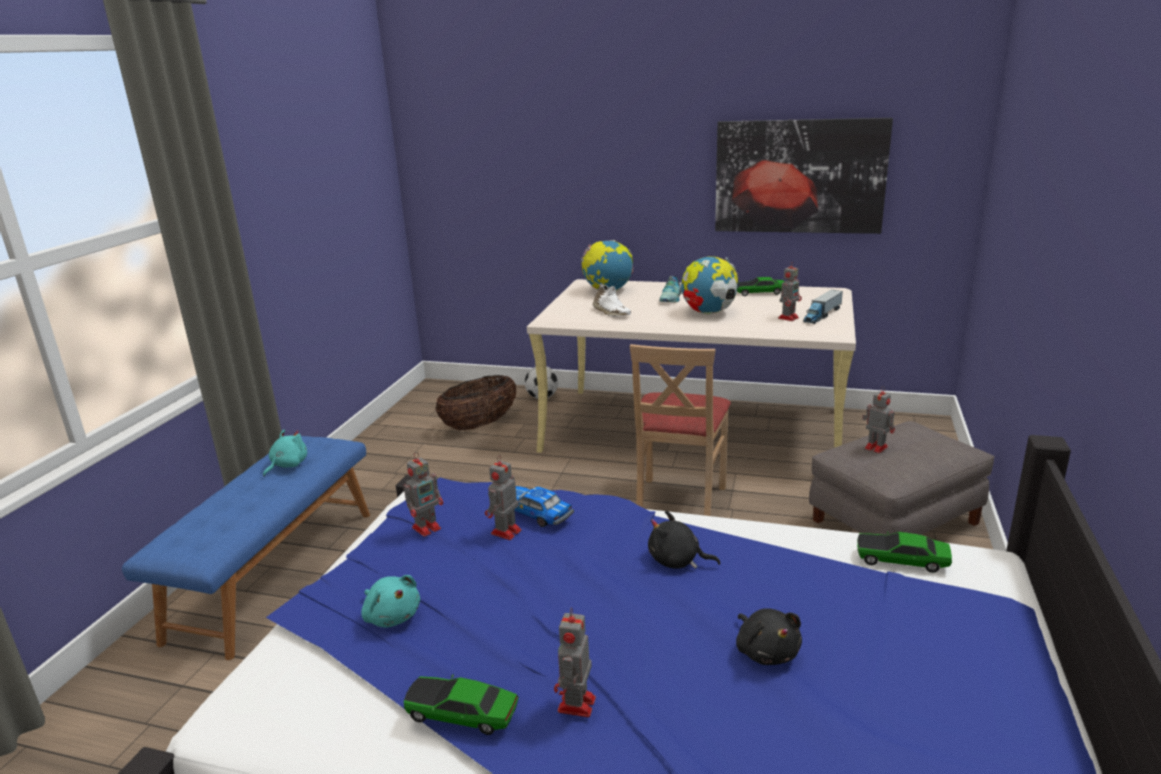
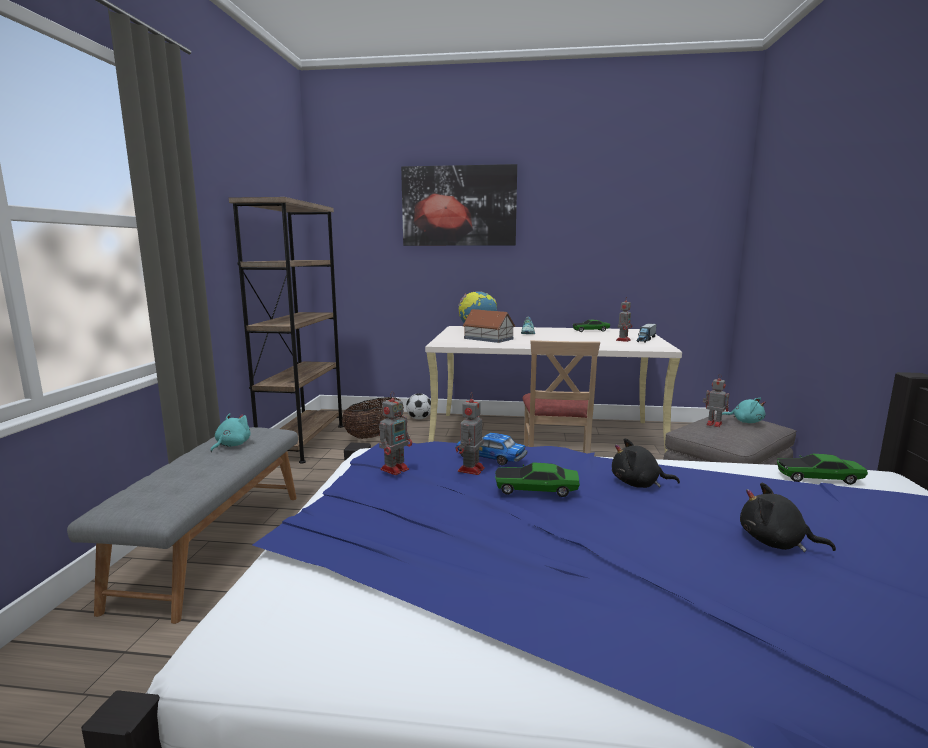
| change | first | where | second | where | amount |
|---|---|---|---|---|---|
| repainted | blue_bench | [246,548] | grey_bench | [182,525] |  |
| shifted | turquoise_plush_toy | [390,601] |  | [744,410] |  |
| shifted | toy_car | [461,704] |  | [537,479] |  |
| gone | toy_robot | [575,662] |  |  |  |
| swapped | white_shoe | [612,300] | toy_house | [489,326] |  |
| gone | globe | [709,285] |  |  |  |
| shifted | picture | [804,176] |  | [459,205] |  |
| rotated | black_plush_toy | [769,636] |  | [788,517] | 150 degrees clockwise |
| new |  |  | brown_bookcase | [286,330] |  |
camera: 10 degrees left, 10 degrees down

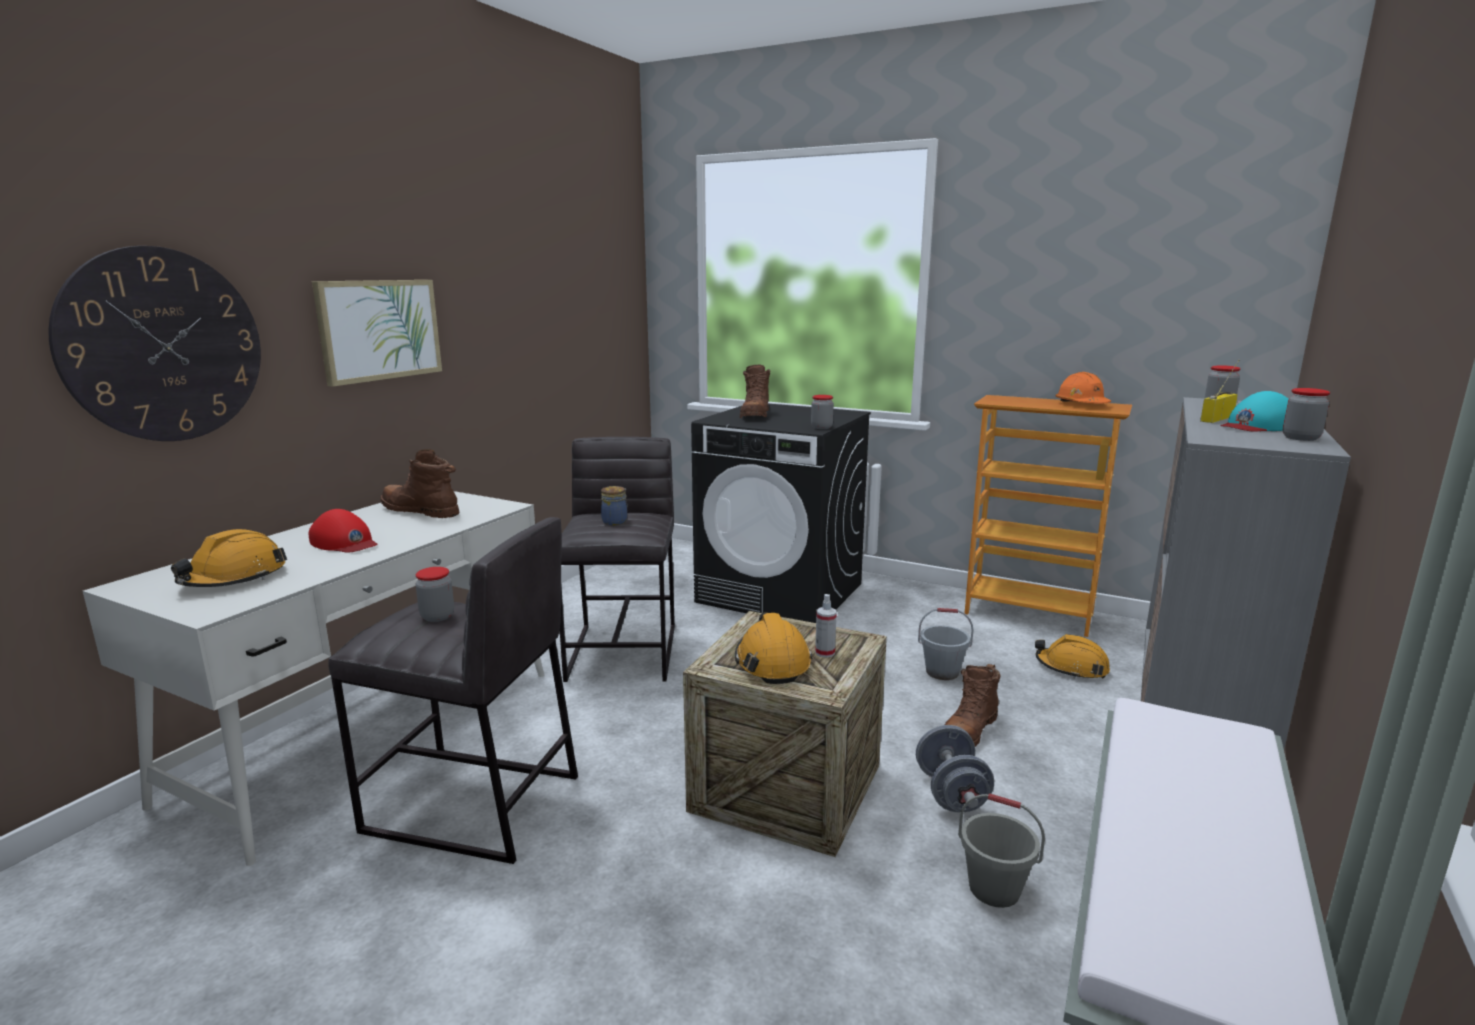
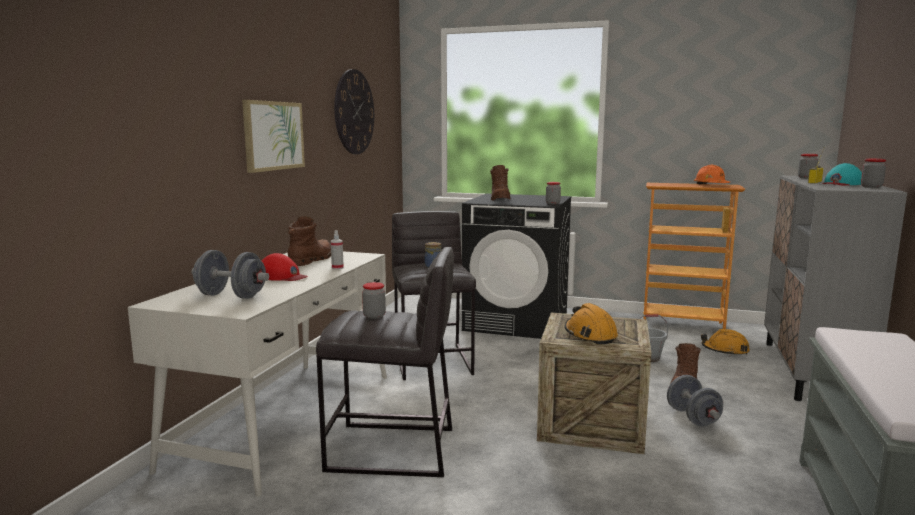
| change | first | where | second | where | amount |
|---|---|---|---|---|---|
| shifted | wall_clock | [155,343] |  | [354,111] |  |
| swapped | orange_hard_hat | [229,558] | grey_dumbbell | [230,274] |  |
| rotated | brown_boot | [419,483] |  | [309,241] | 90 degrees clockwise |
| shifted | spray_bottle | [826,626] |  | [337,249] |  |
| gone | grey_bucket | [1001,850] |  |  |  |
camera: 10 degrees left, 5 degrees down

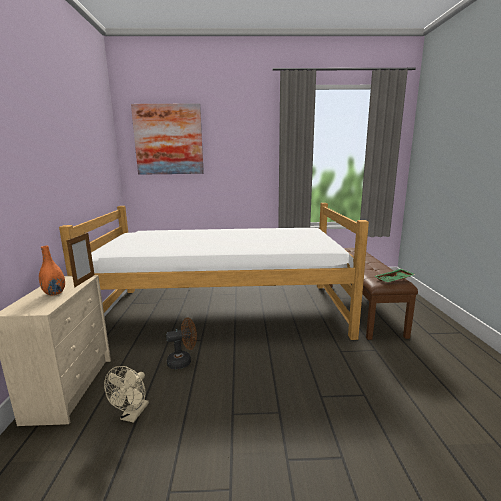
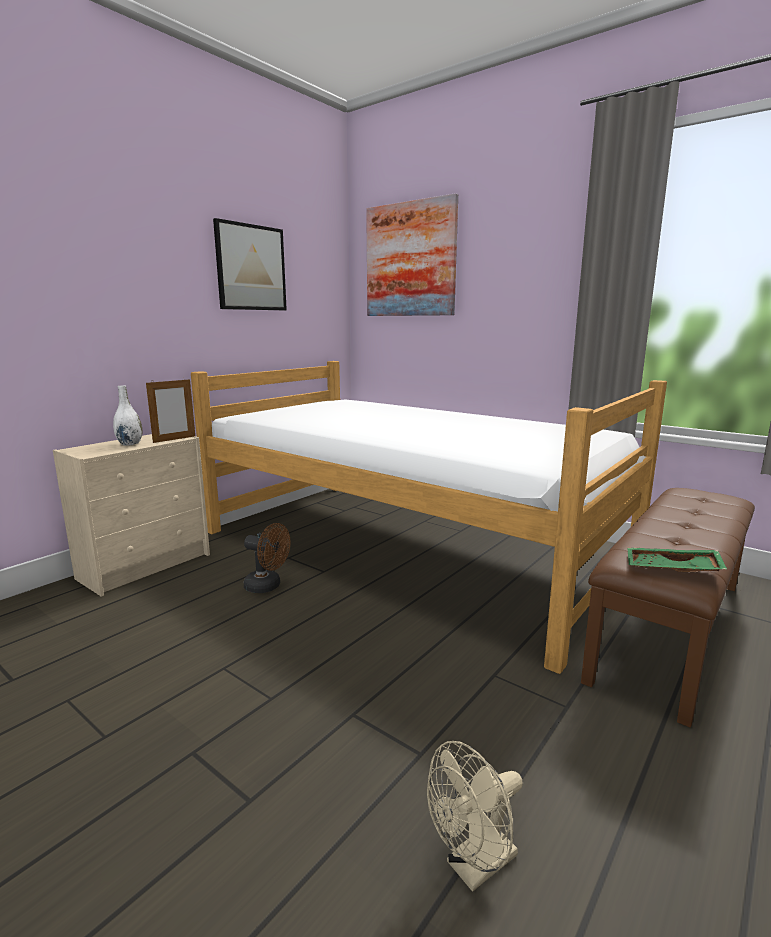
| change | first | where | second | where | amount |
|---|---|---|---|---|---|
| repainted | orange_vase | [52,270] | white_vase | [127,415] |  |
| shifted | beige_fan | [126,394] |  | [475,816] |  |
| new |  |  | picture | [250,264] |  |
camera: 40 degrees right, 0 degrees up

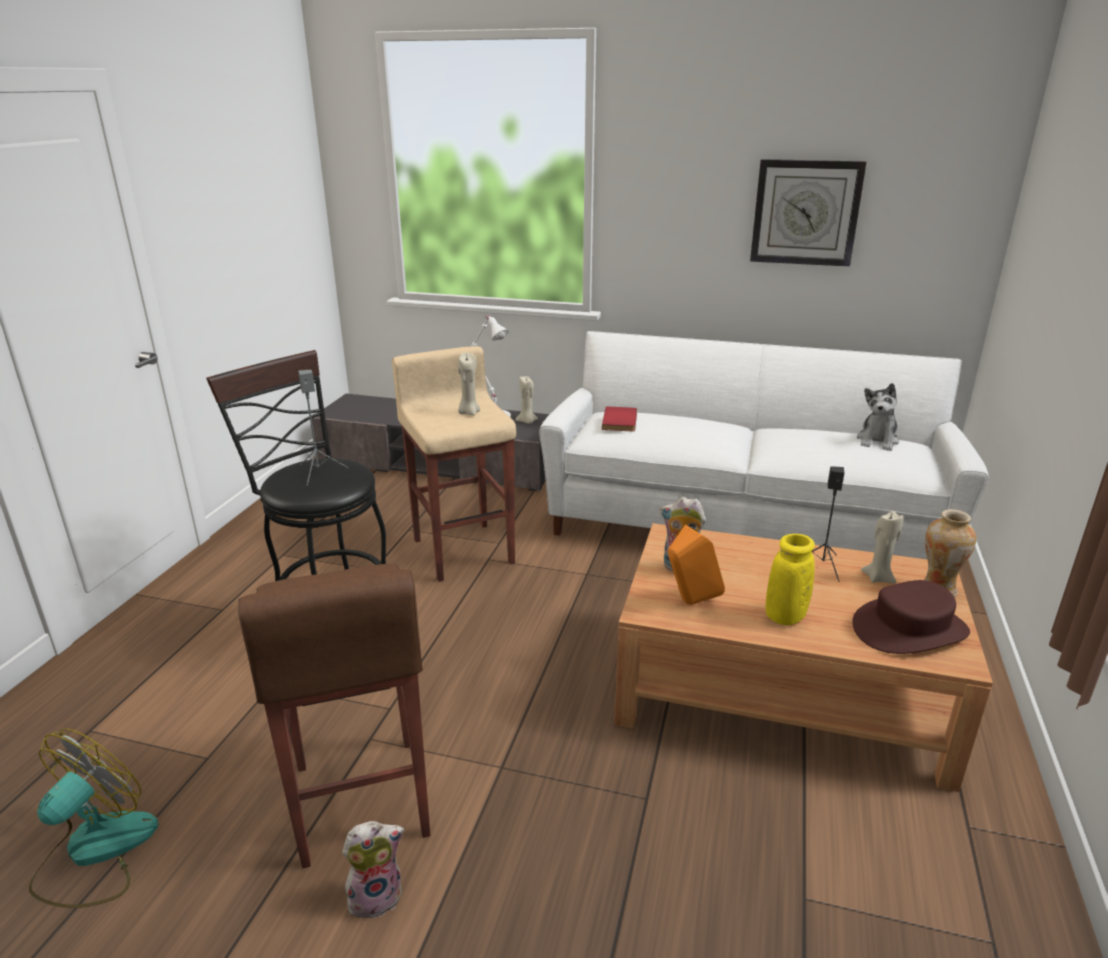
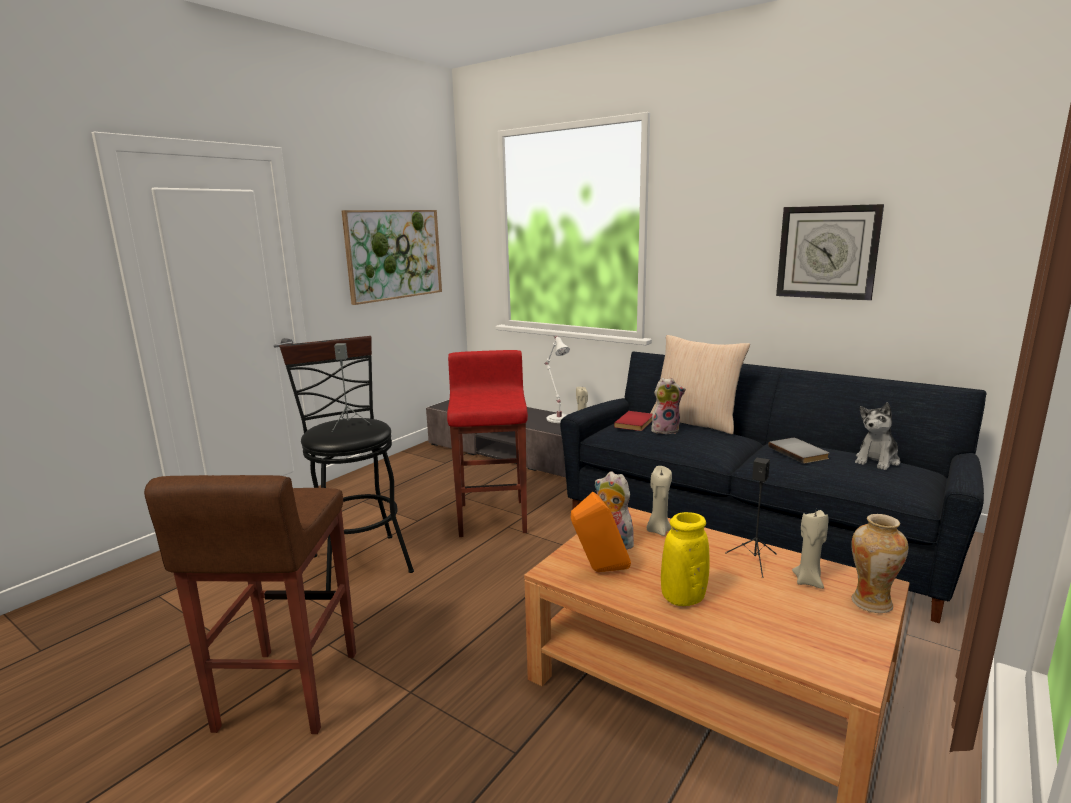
| change | first | where | second | where | amount |
|---|---|---|---|---|---|
| gone | fan | [93,818] |  |  |  |
| shifted | plush_toy | [373,871] |  | [668,406] |  |
| repainted | beige_stool | [454,464] | red_stool | [487,443] |  |
| shifted | beige_candle | [469,384] |  | [659,501] |  |
| repainted | white_sofa | [763,445] | black_sofa | [773,487] |  |
| gone | brown_hat | [911,617] |  |  |  |
| new |  |  | picture | [391,257] |  |
| new |  |  | beige_pillow | [700,384] |  |
| new |  |  | grey_book | [798,451] |  |
camera: 20 degrees right, 10 degrees down

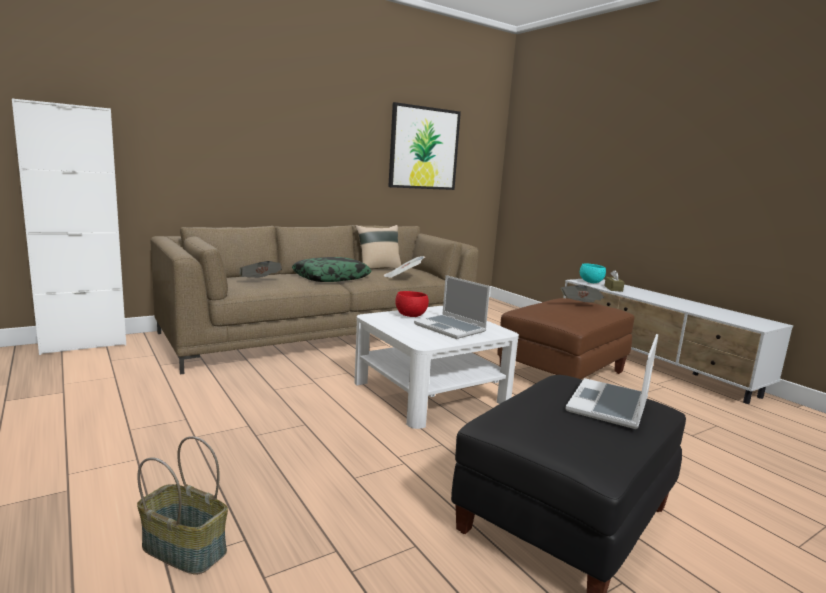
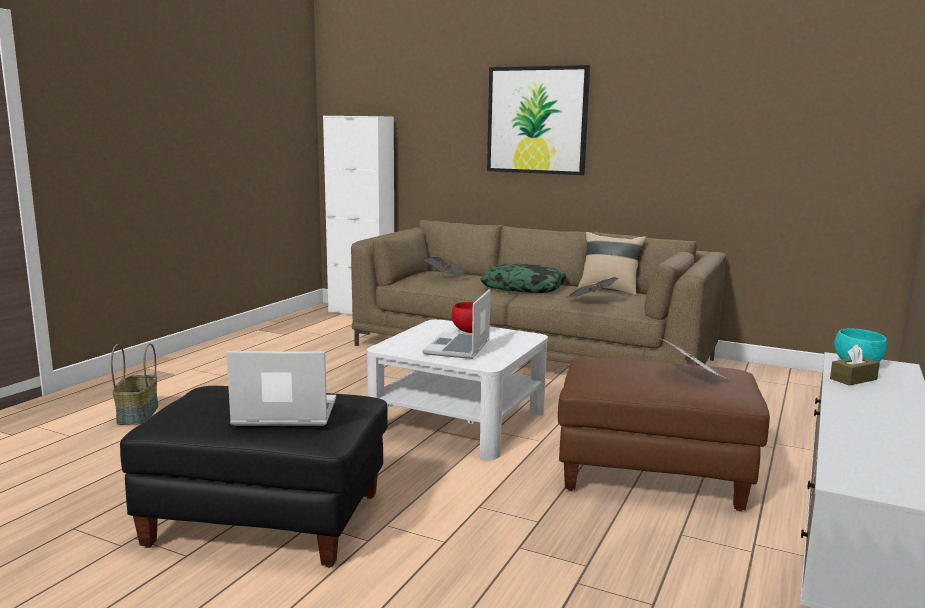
| change | first | where | second | where | amount |
|---|---|---|---|---|---|
| shifted | picture | [424,146] |  | [538,120] |  |
camera: 60 degrees right, 0 degrees up

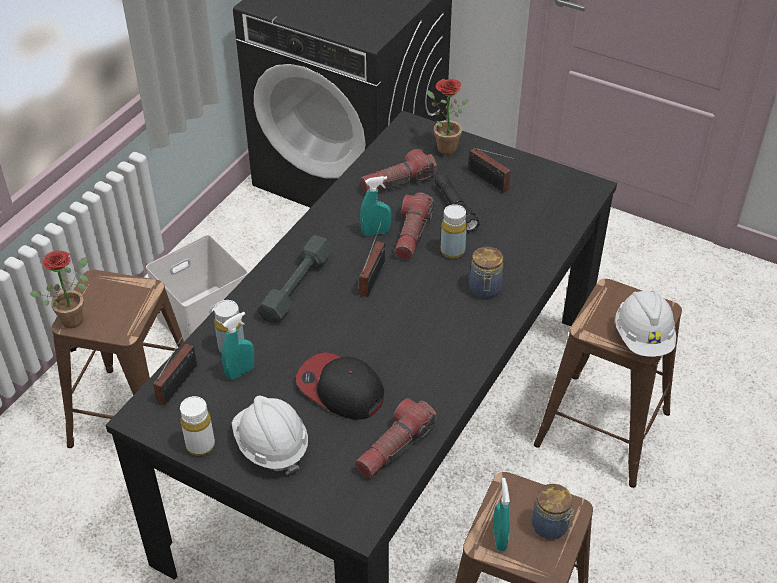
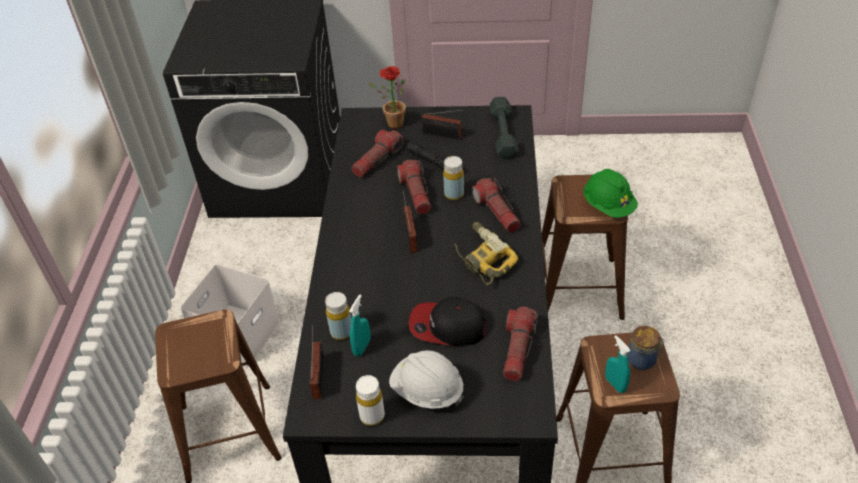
| change | first | where | second | where | amount |
|---|---|---|---|---|---|
| gone | potted_plant | [59,289] |  |  |  |
| shifted | grey_dumbbell | [295,279] |  | [504,128] |  |
| gone | turquoise_spray_bottle | [375,206] |  |  |  |
| swapped | jar | [486,272] | flashlight | [496,205] |  |
| repainted | white_hard_hat | [645,324] | green_hard_hat | [610,193] |  |
| new |  |  | power_drill | [486,254] |  |
camera: 25 degrees left, 0 degrees up

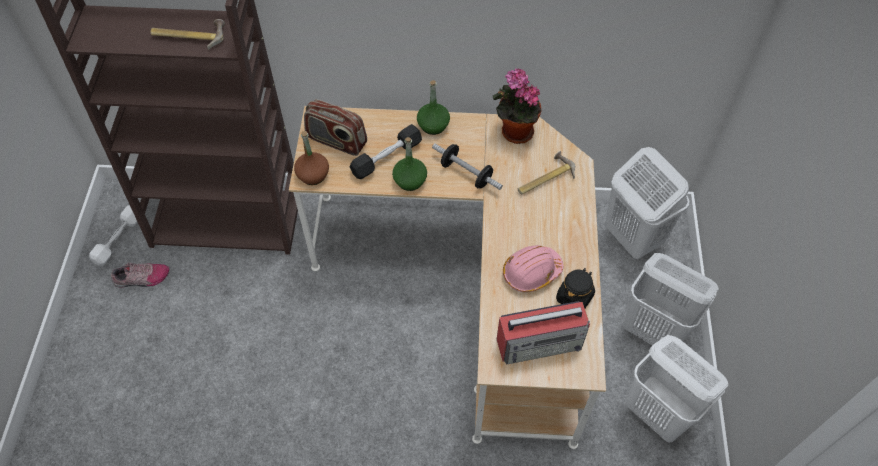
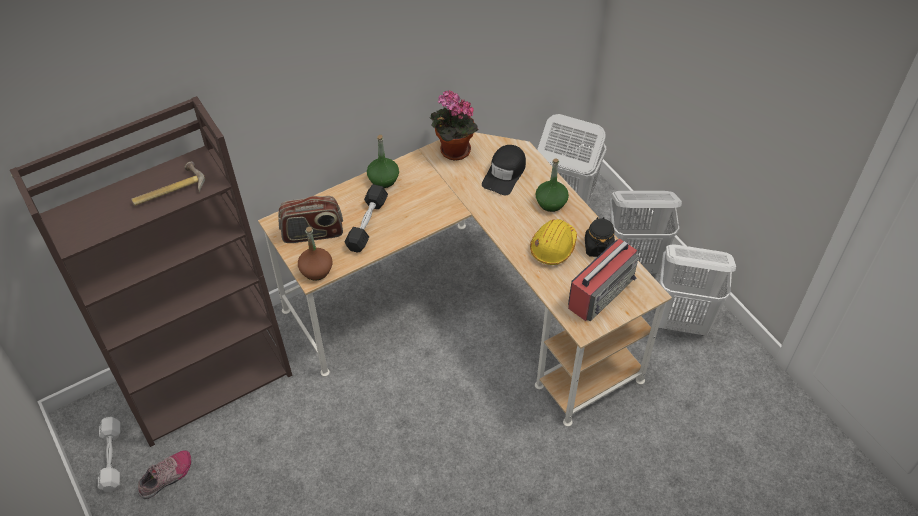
| change | first | where | second | where | amount |
|---|---|---|---|---|---|
| shifted | green_bottle | [409,164] |  | [552,185] |  |
| gone | dumbbell | [467,166] |  |  |  |
| repainted | pink_hard_hat | [533,268] | yellow_hard_hat | [553,242] |  |
| swapped | hammer | [546,172] | black_cap | [504,170] |  |
camera: 35 degrees left, 5 degrees down

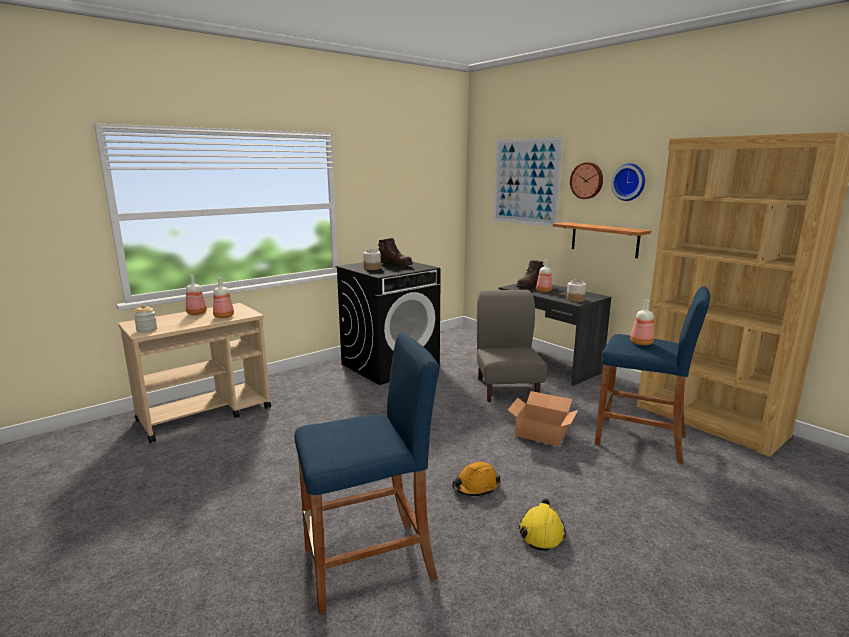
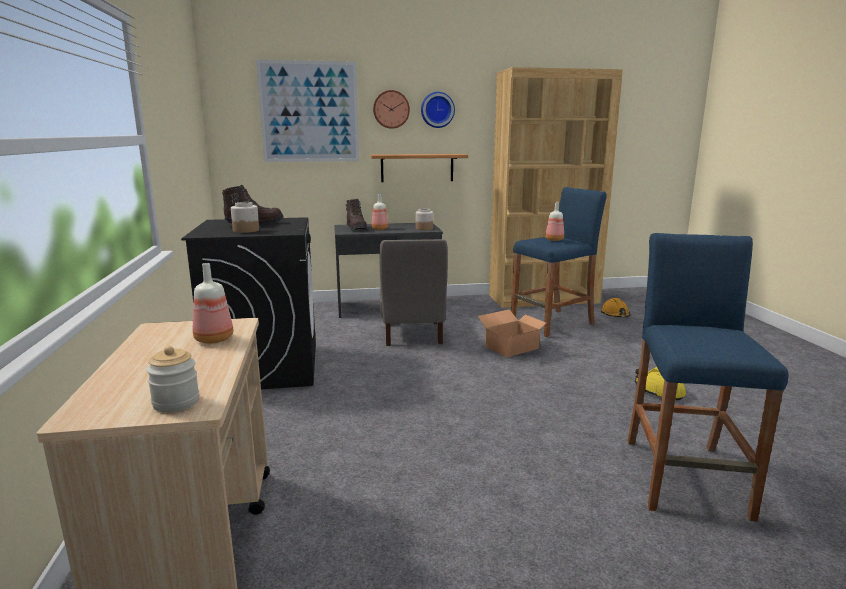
| change | first | where | second | where | amount |
|---|---|---|---|---|---|
| gone | bottle | [196,295] |  |  |  |
| shifted | orange_hard_hat | [476,479] |  | [616,307] |  |
| rotated | grey_chair | [512,346] |  | [413,292] | 120 degrees counterclockwise |
camera: 60 degrees left, 0 degrees up

